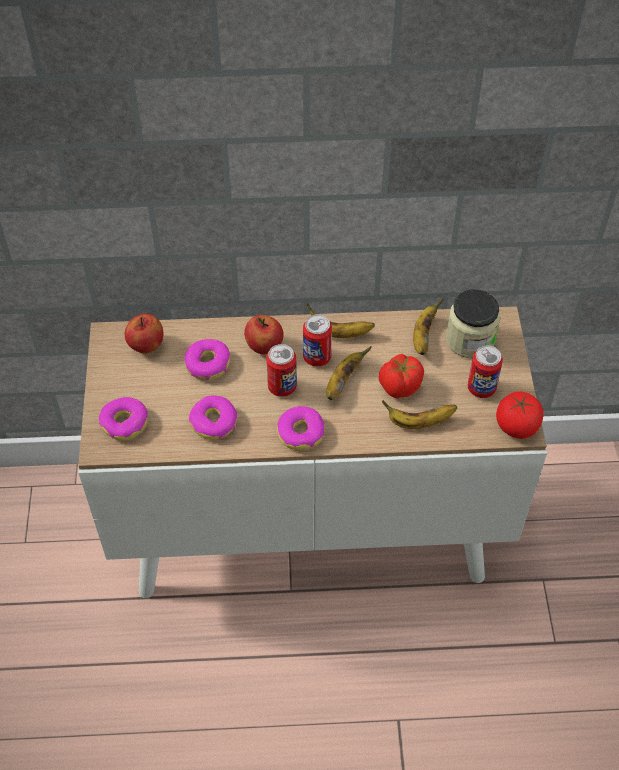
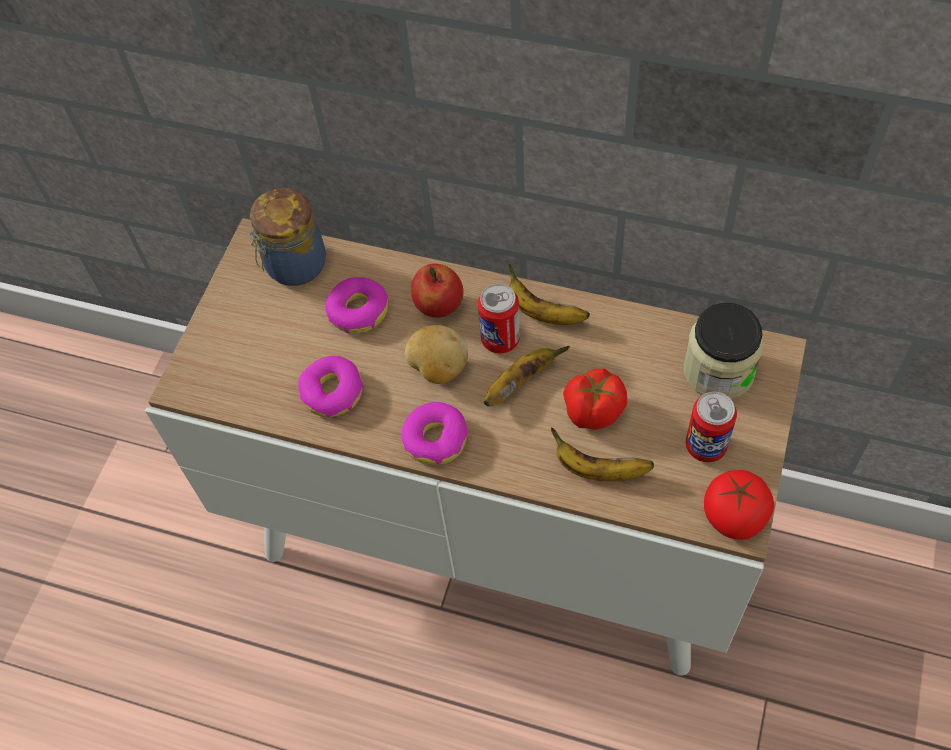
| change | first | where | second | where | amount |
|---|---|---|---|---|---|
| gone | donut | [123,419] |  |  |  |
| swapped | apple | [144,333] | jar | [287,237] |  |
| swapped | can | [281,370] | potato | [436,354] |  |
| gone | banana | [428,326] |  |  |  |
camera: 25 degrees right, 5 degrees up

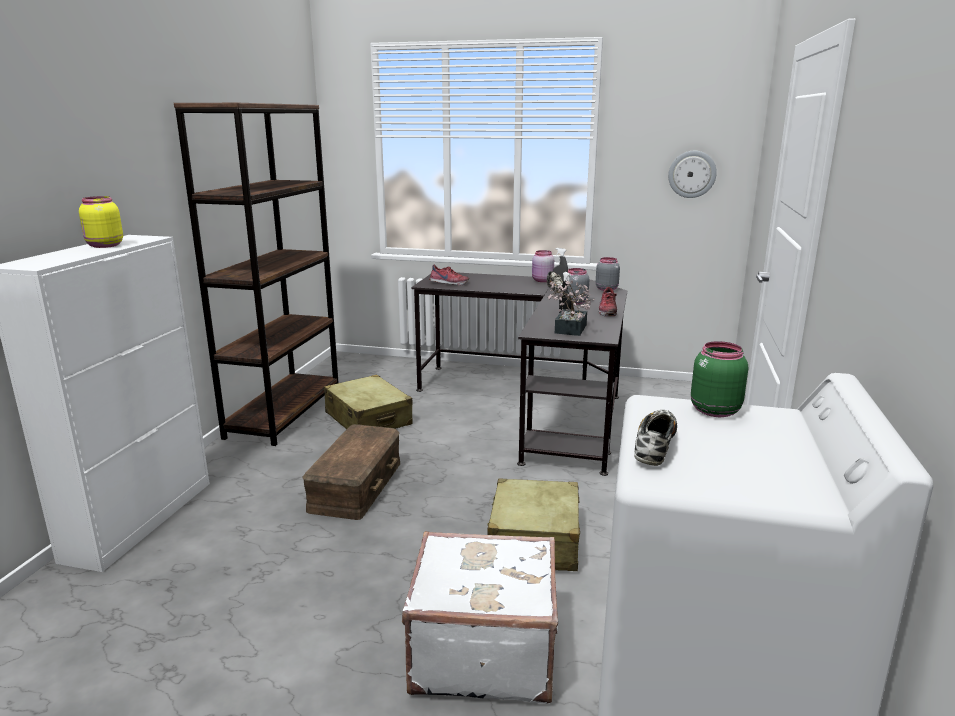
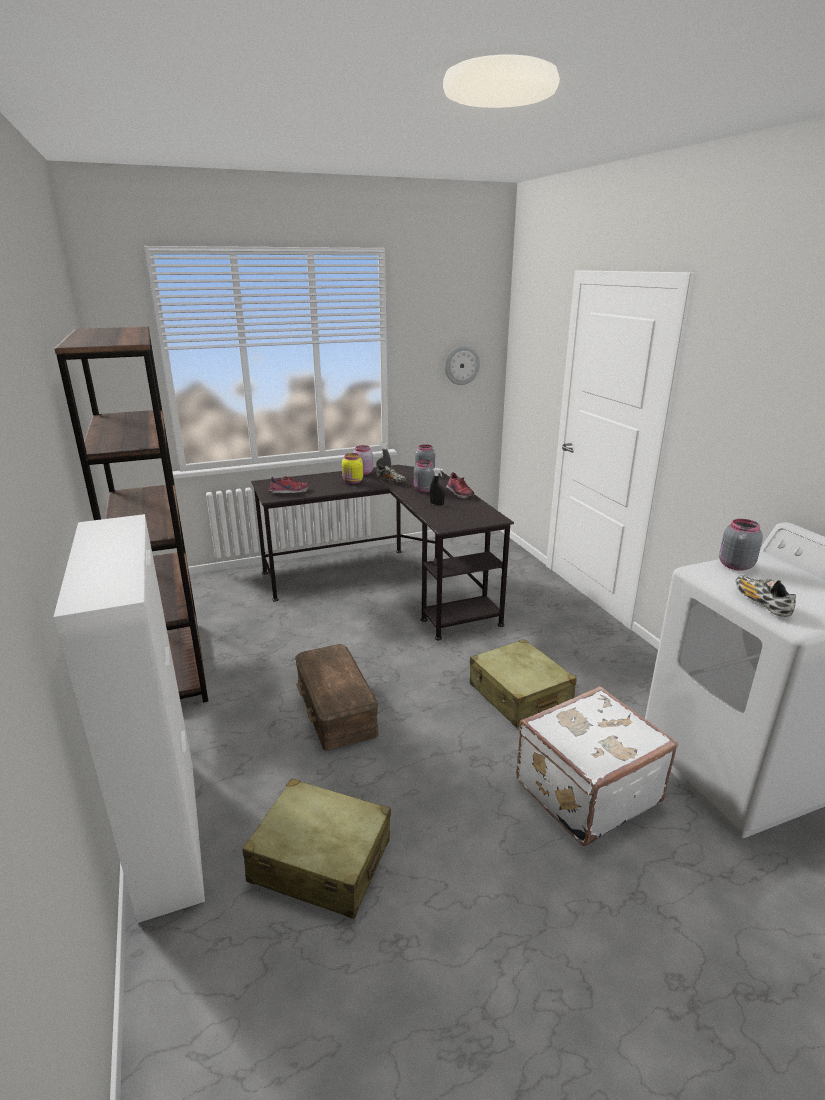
| change | first | where | second | where | amount |
|---|---|---|---|---|---|
| shifted | yellow_jar | [101,222] |  | [352,468] |  |
| shifted | beige_suitcase | [368,401] |  | [317,848] |  |
| gone | potted_plant | [571,308] |  |  |  |
| repainted | green_jar | [719,379] | grey_jar | [741,545] |  |
camera: 35 degrees left, 5 degrees up

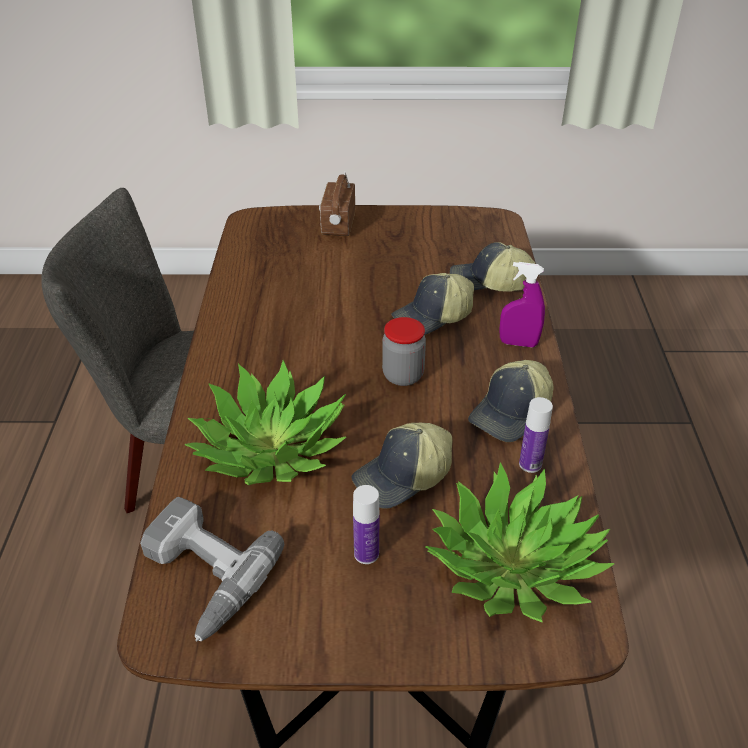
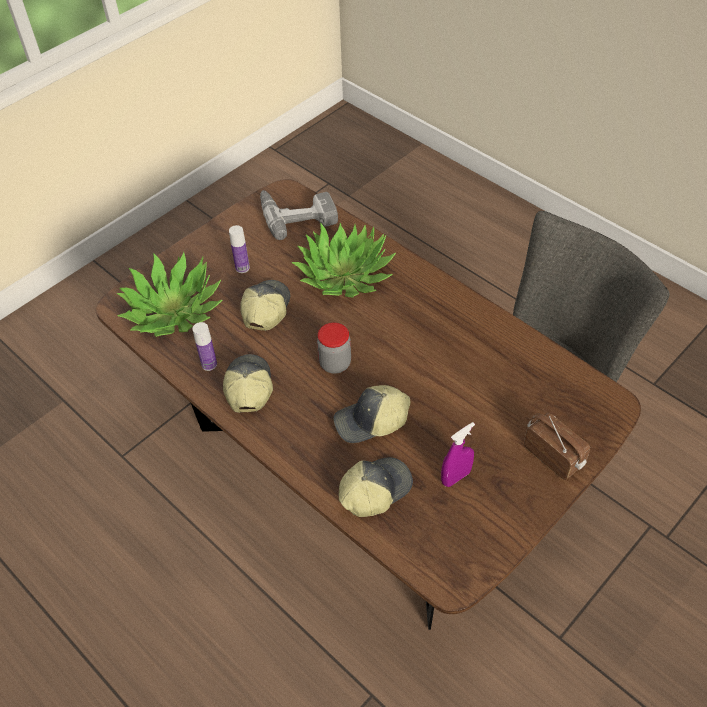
| change | first | where | second | where | amount |
|---|---|---|---|---|---|
| rotated | cap | [432,304] |  | [372,414] | 120 degrees counterclockwise |
| shifted | purple_spray_bottle | [522,304] |  | [458,454] |  |
camera: 135 degrees right, 10 degrees up

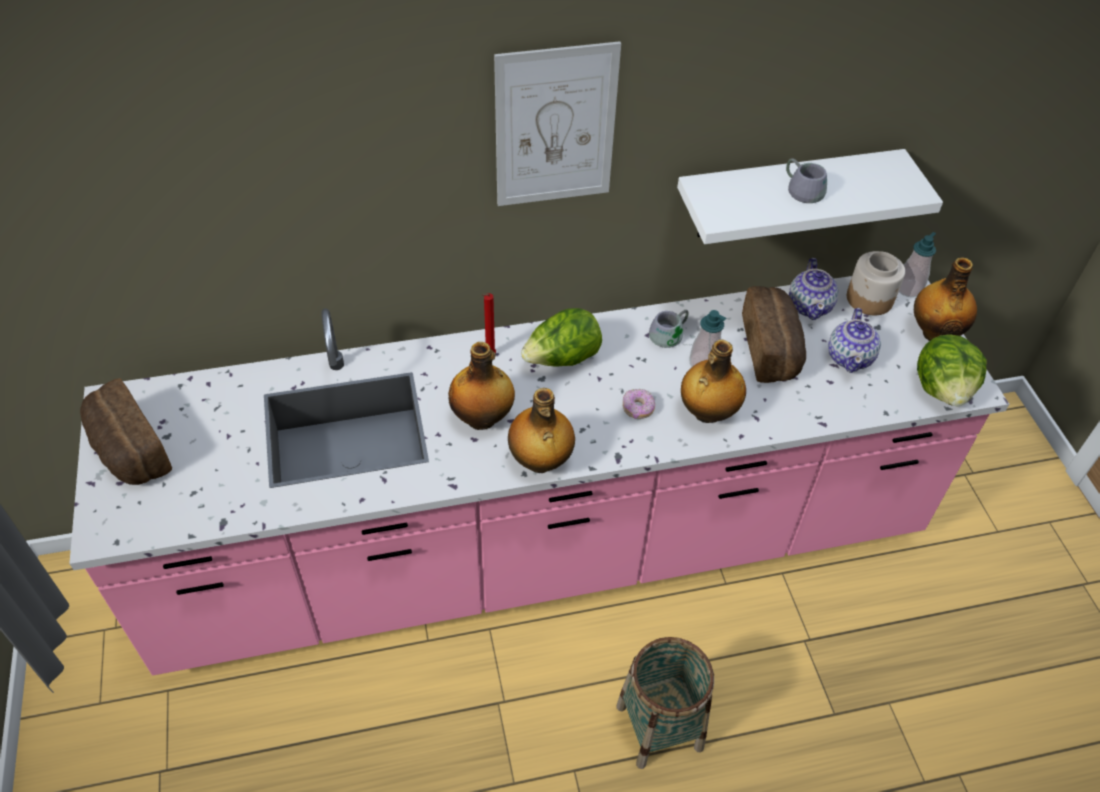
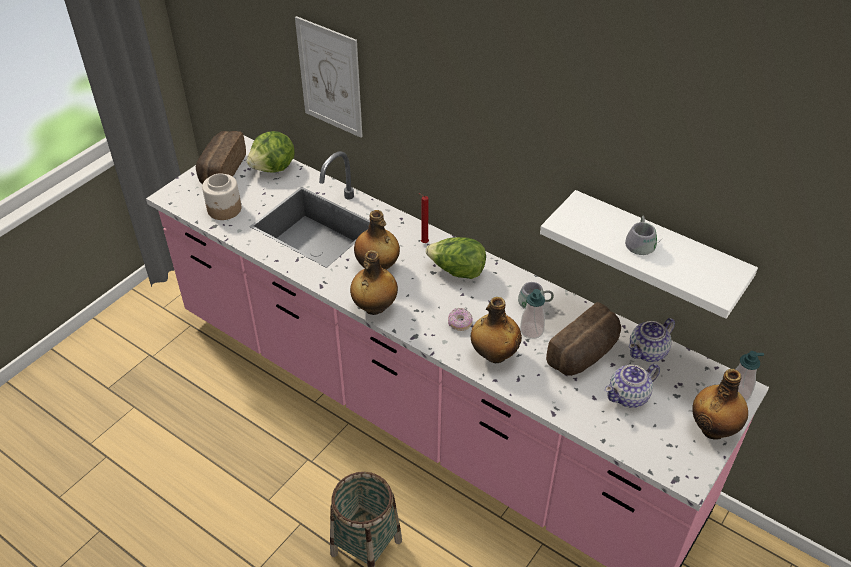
| change | first | where | second | where | amount |
|---|---|---|---|---|---|
| shifted | picture | [557,123] |  | [329,77] |  |
| shifted | jar | [876,283] |  | [221,196] |  |
| shifted | lettuce | [952,370] |  | [271,151] |  |
camera: 50 degrees right, 5 degrees down

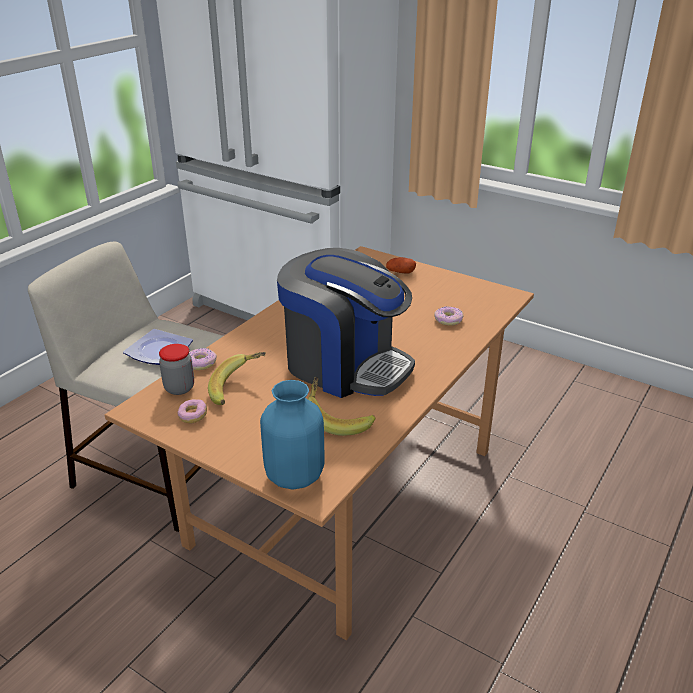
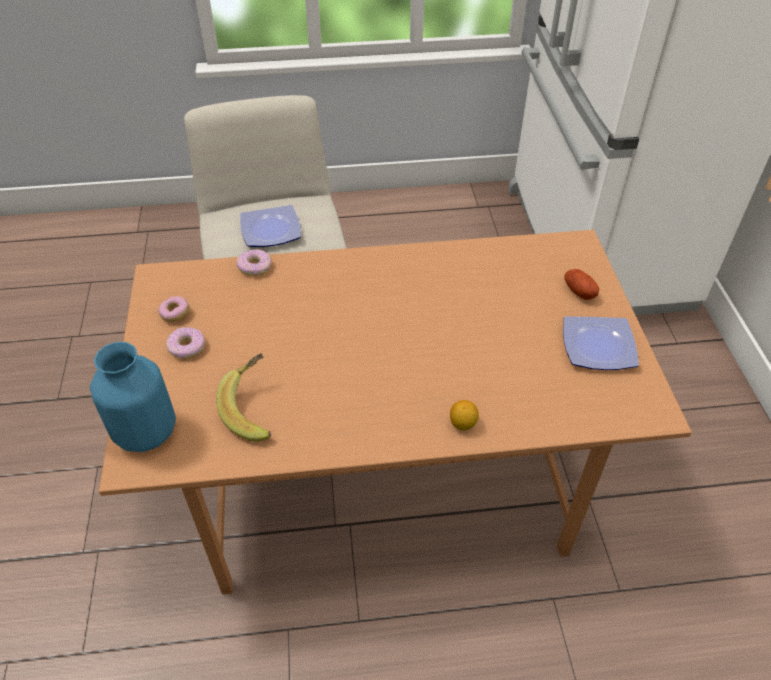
| change | first | where | second | where | amount |
|---|---|---|---|---|---|
| gone | jar | [176,369] |  |  |  |
| gone | banana | [237,378] |  |  |  |
| gone | coffee_machine | [346,323] |  |  |  |
| shifted | donut | [449,316] |  | [185,343] |  |
| new |  |  | lemon | [464,415] |  |
| new |  |  | plate | [601,343] |  |
camera: 50 degrees right, 15 degrees up

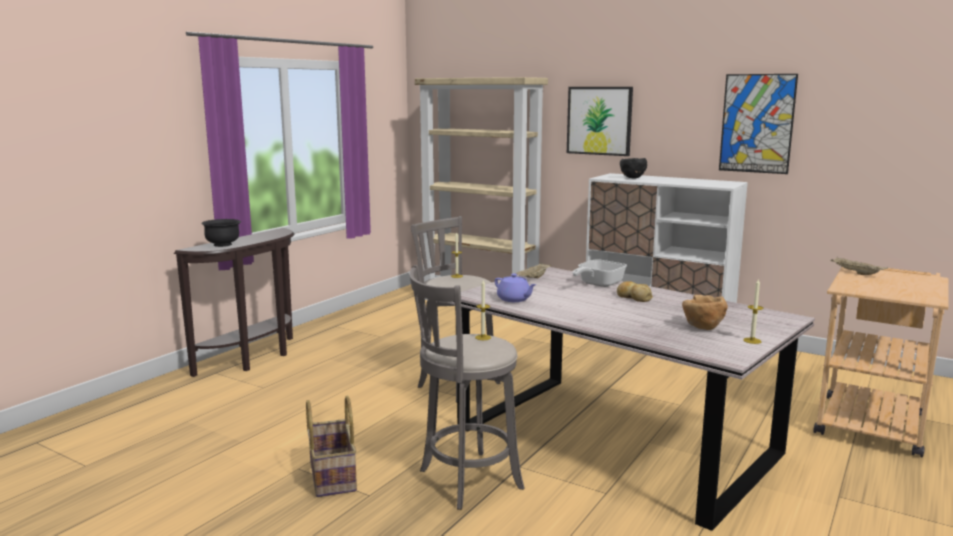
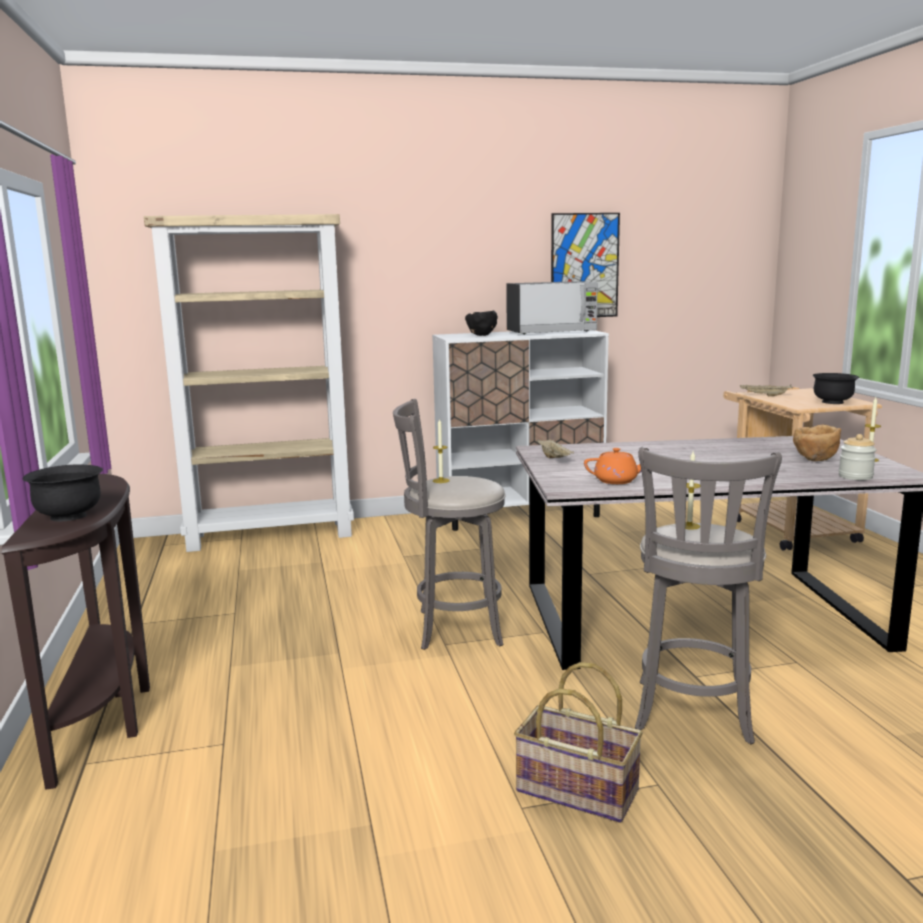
| change | first | where | second | where | amount |
|---|---|---|---|---|---|
| repainted | purple_teapot | [516,288] | orange_teapot | [613,466] |  |
| gone | picture | [600,121] |  |  |  |
| gone | frying_pan | [599,273] |  |  |  |
| gone | bread | [635,291] |  |  |  |
| new |  |  | microwave | [552,308] |  |
| new |  |  | black_bowl | [835,388] |  |
| new |  |  | jar | [857,457] |  |
camera: 45 degrees left, 0 degrees up

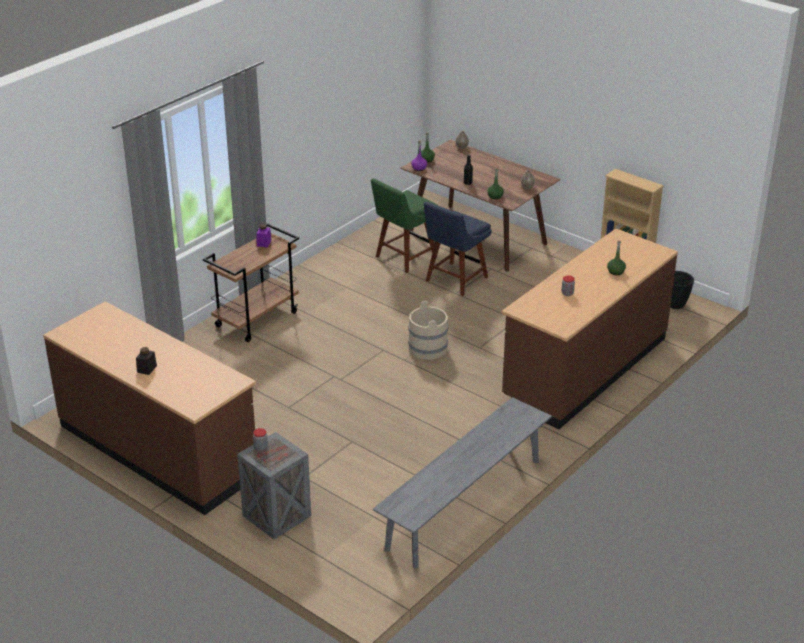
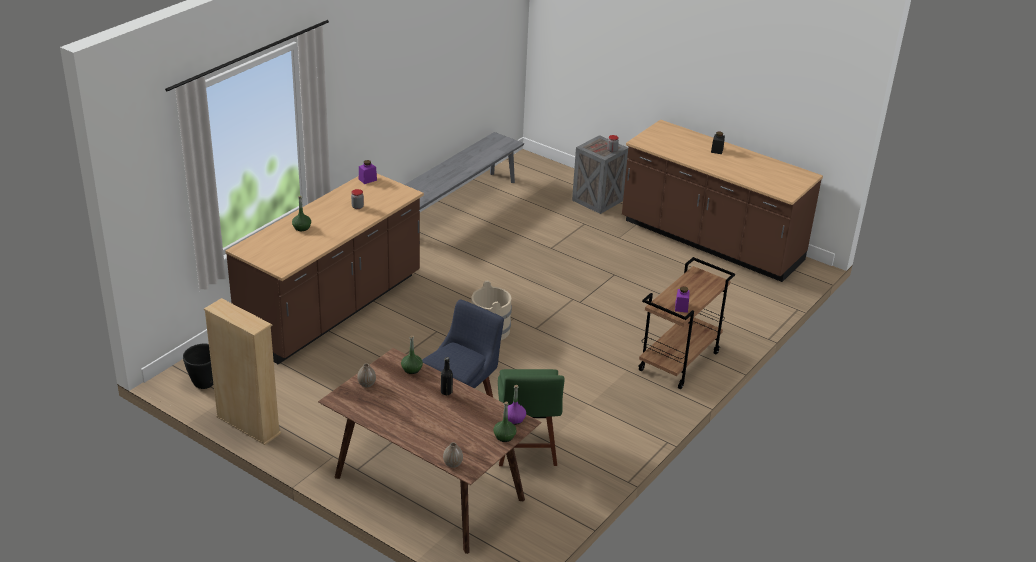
| change | first | where | second | where | amount |
|---|---|---|---|---|---|
| rotated | green_chair | [404,225] |  | [531,417] | 135 degrees clockwise |
| new |  |  | purple_jar | [368,172] |  |
camera: 175 degrees right, 0 degrees up

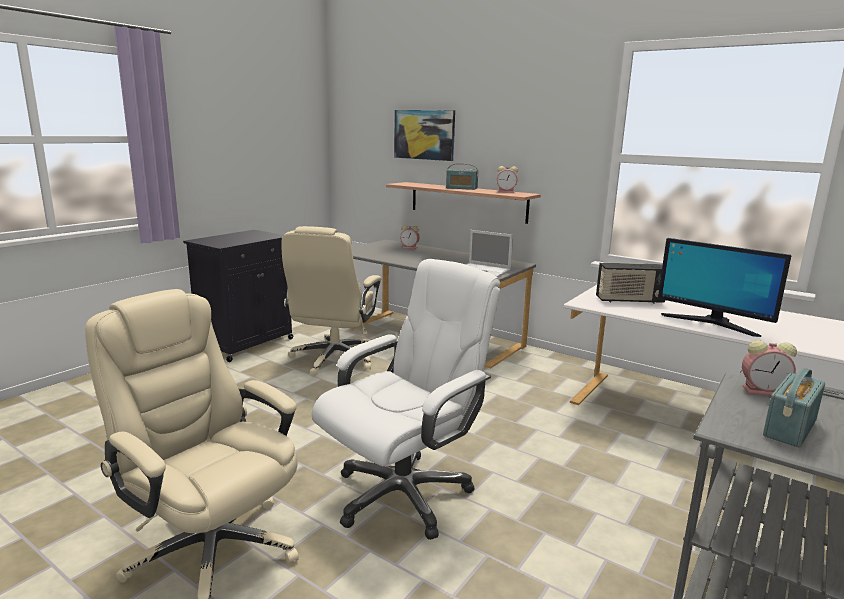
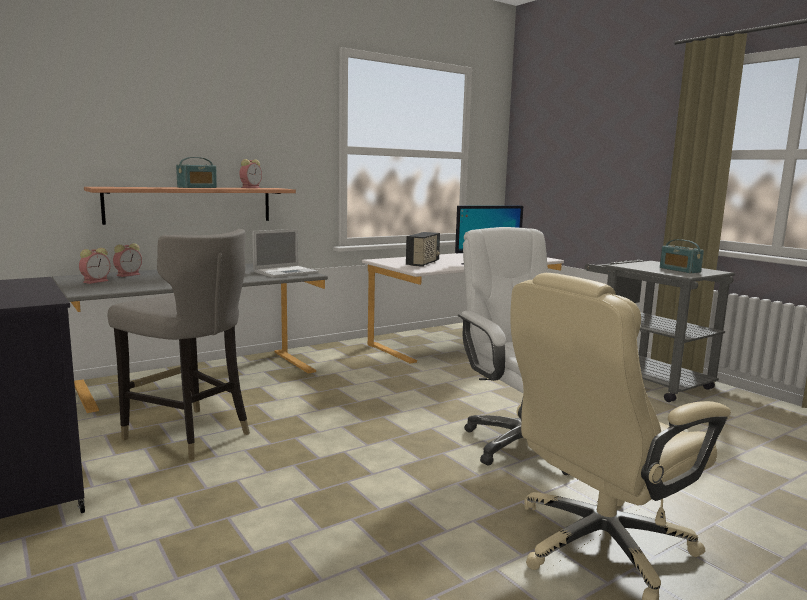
| change | first | where | second | where | amount |
|---|---|---|---|---|---|
| swapped | beige_office_chair | [332,301] | grey_stool | [179,344] |  |
| gone | picture | [424,135] |  |  |  |
| shifted | alarm_clock | [769,368] |  | [94,266] |  |
camera: 70 degrees left, 5 degrees down

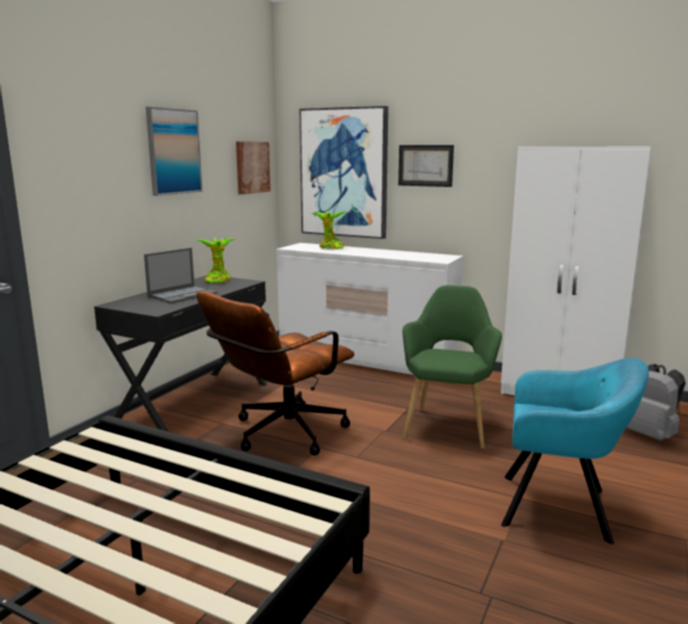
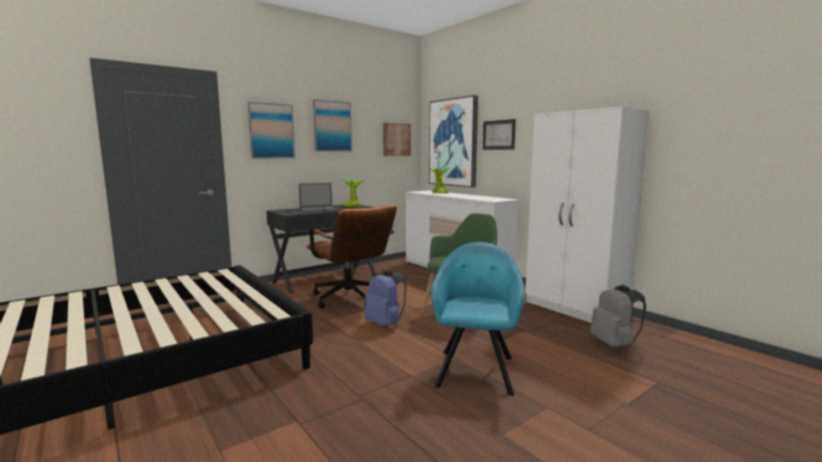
| change | first | where | second | where | amount |
|---|---|---|---|---|---|
| rotated | brown_office_chair | [275,373] |  | [352,256] | 105 degrees counterclockwise |
| rotated | turquoise_armchair | [575,451] |  | [478,319] | 120 degrees counterclockwise |
| new |  |  | picture | [271,130] |  |
| new |  |  | blue_backpack | [385,298] |  |
camera: 25 degrees right, 5 degrees down

